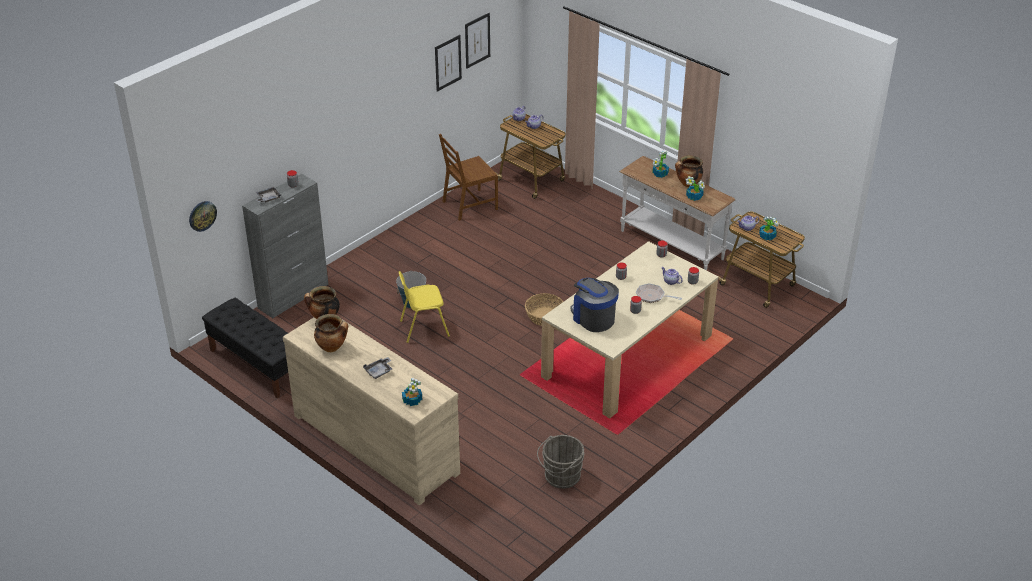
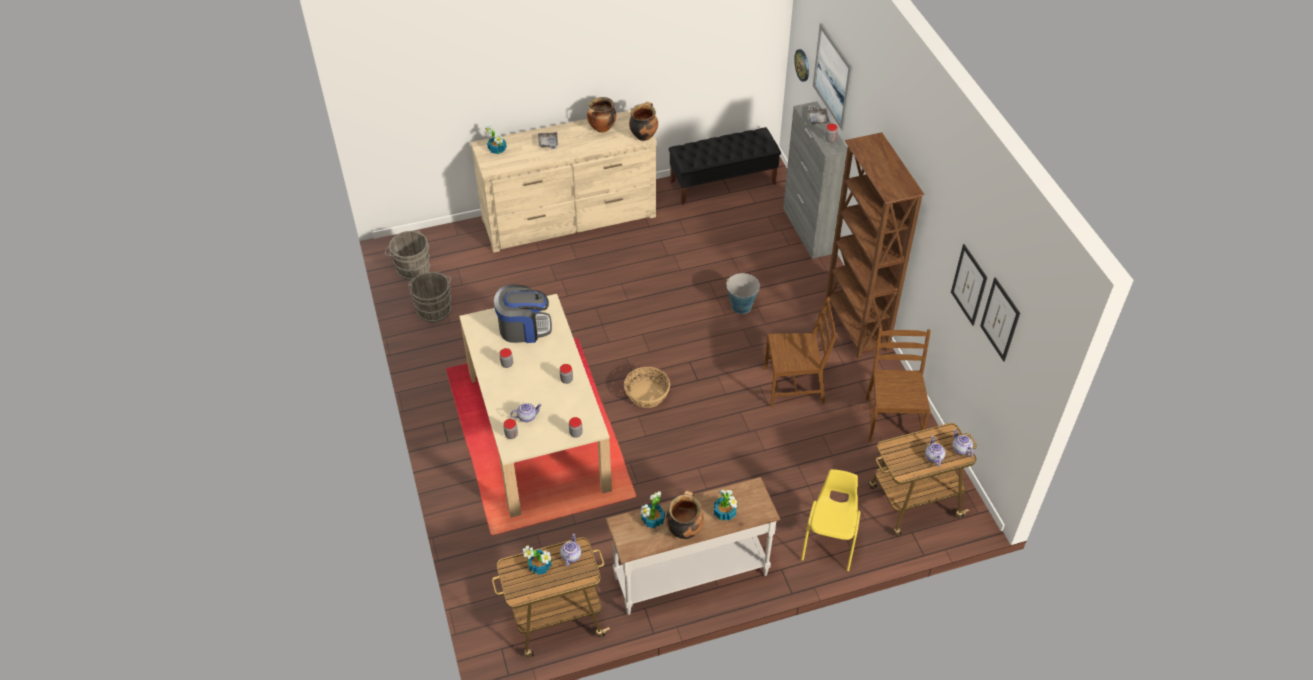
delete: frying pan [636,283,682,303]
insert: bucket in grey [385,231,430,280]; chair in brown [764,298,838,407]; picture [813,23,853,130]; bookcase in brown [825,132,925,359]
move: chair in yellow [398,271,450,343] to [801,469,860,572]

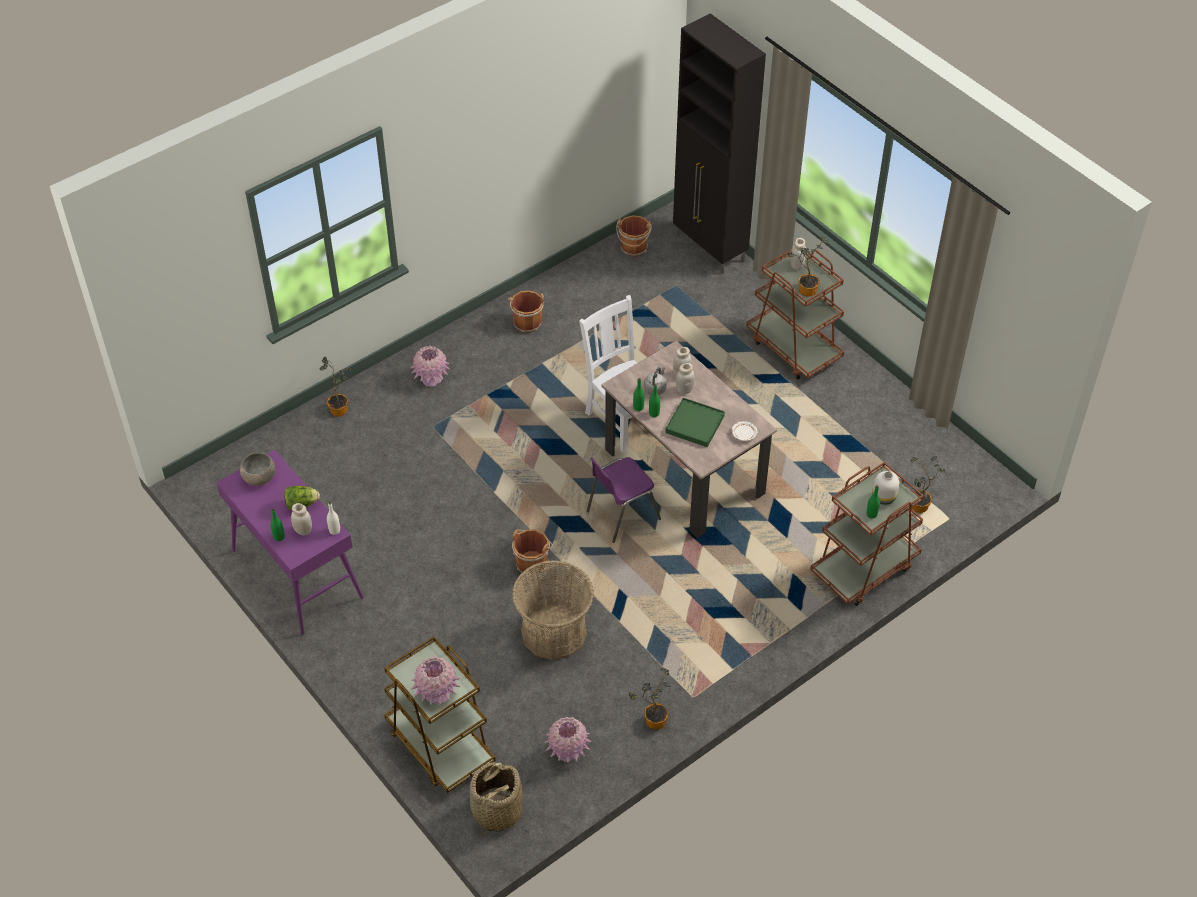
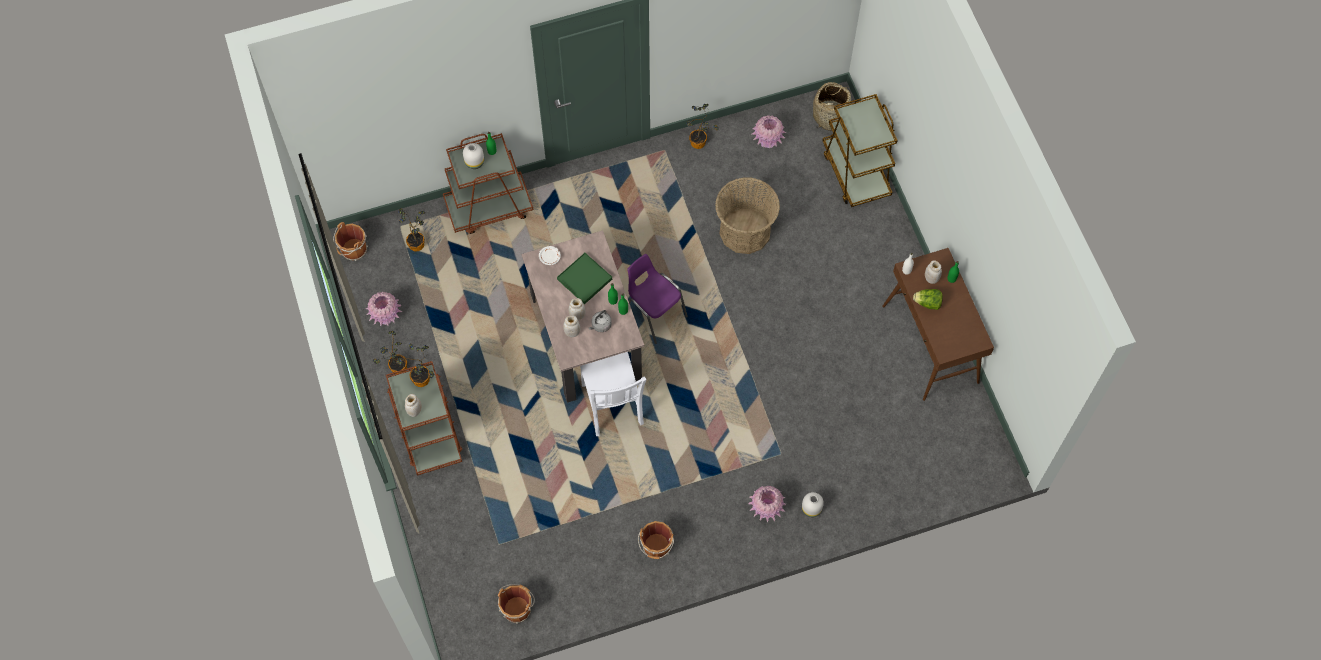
delete: bowl in grey [240,453,275,486]; cabinet in black [673,13,766,274]
insert: vase in white [802,492,824,517]
move: bucket in brown [512,529,553,576] to [333,222,368,261]; vase in pink [411,656,460,705] to [366,292,402,326]; potted plant [320,357,353,417] to [373,331,407,374]
recolor: console table in purple [216,450,364,635] to console table in brown [882,248,994,401]
rotate: chair in purple [587,457,661,543] = [627,254,688,344] 120 degrees counterclockwise

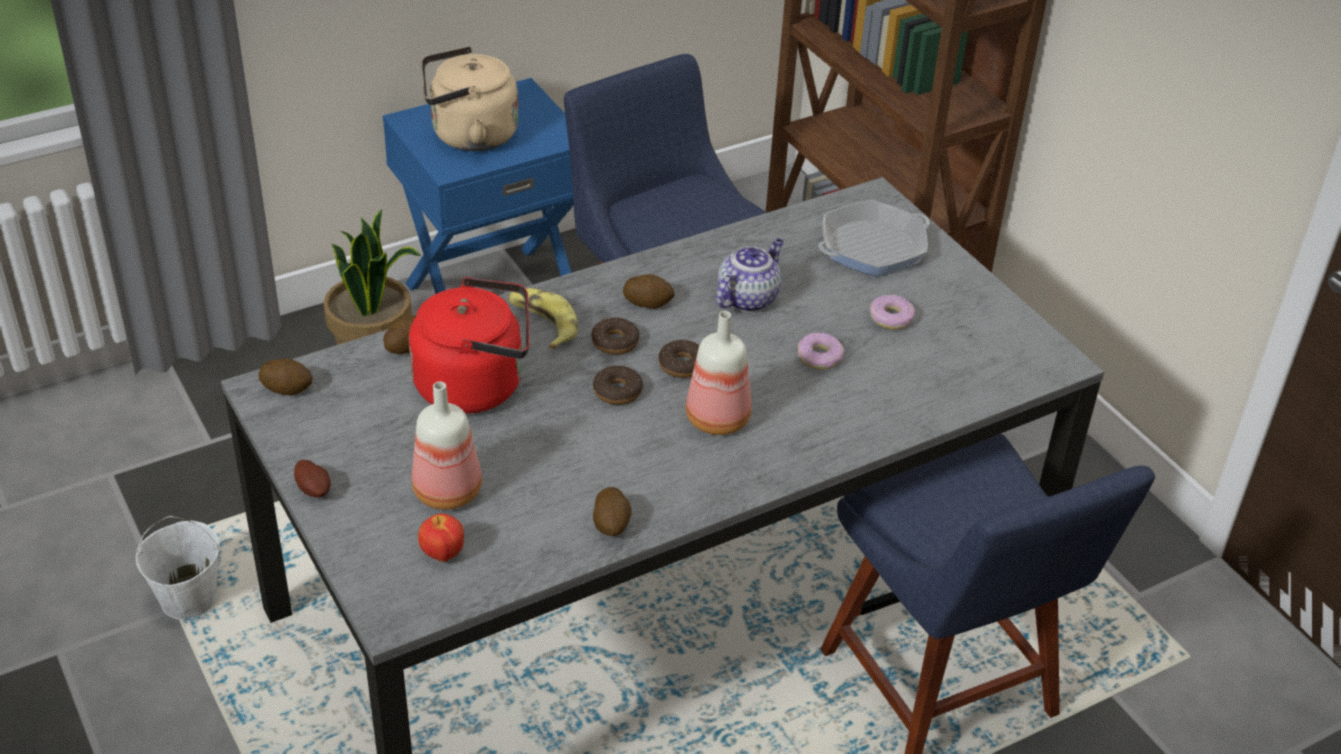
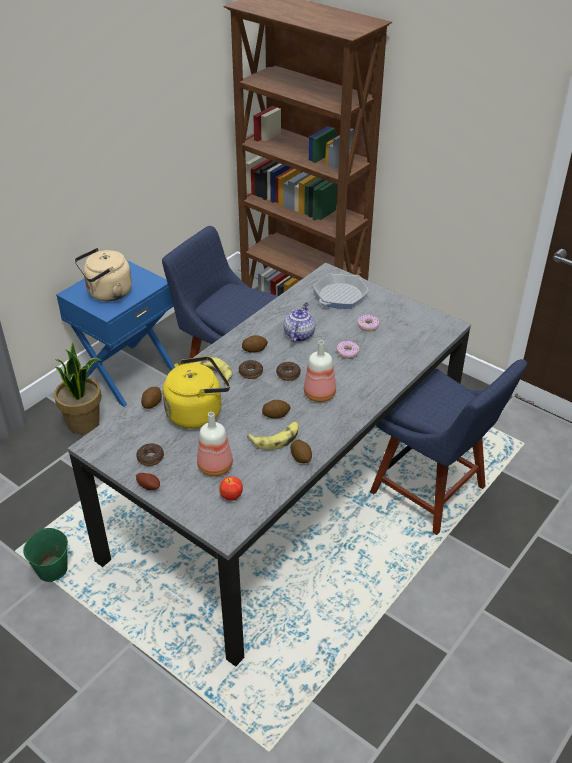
insert: banana [247,422,298,450]
move: donut [593,366,643,405] to [136,443,164,466]; potato [259,358,313,396] to [262,400,291,418]
recolor: bucket in white [136,516,220,620] to bucket in green [23,528,68,582]; kettle in red [409,277,529,414] to kettle in yellow [163,356,230,429]

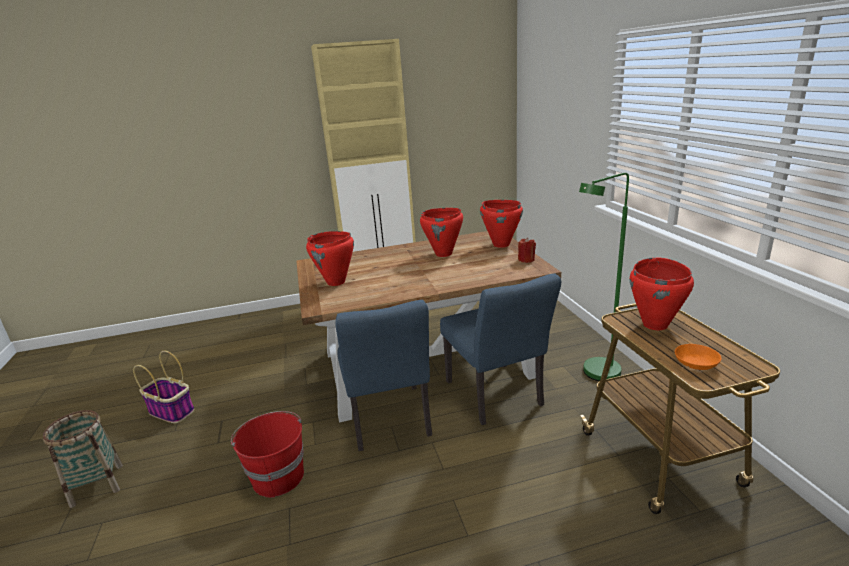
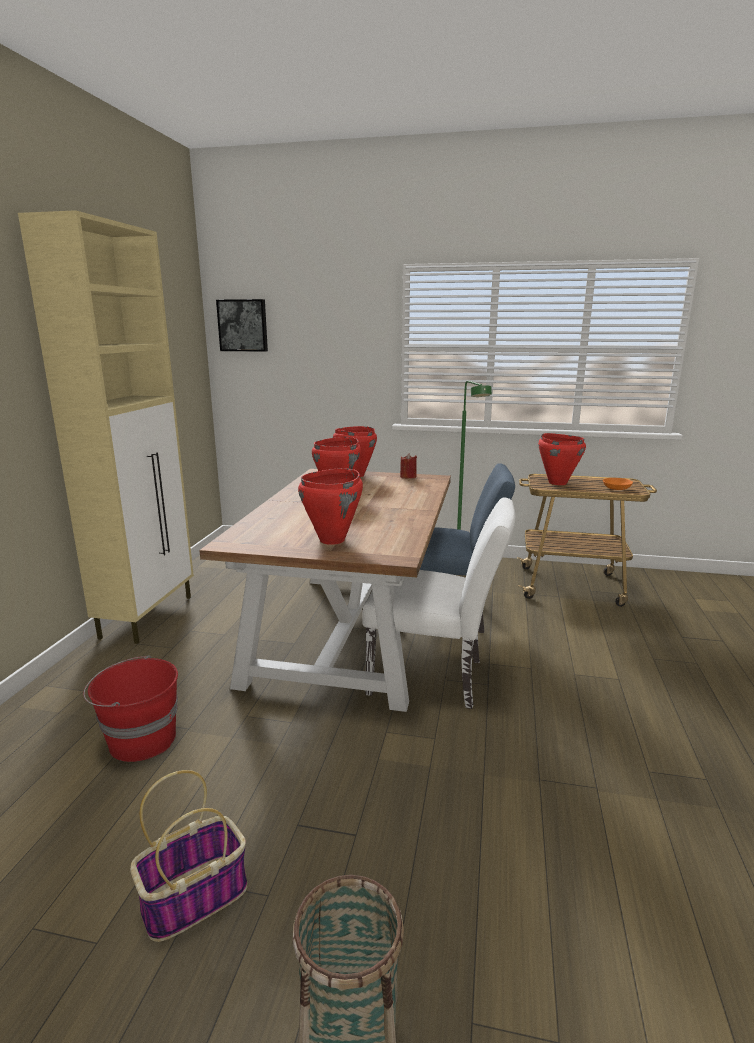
insert: picture [216,299,268,352]
move: bucket in red [231,411,304,498] to [83,655,178,762]
recolor: chair in blue [335,300,432,451] to chair in white [362,497,516,709]

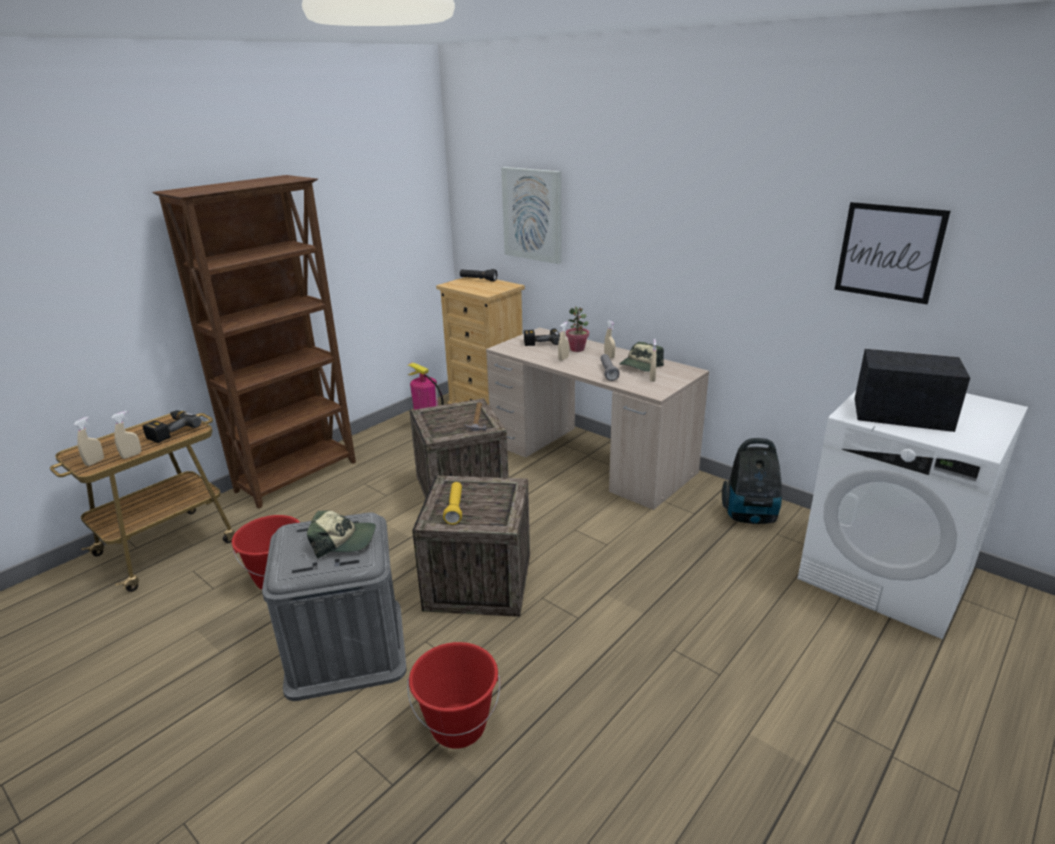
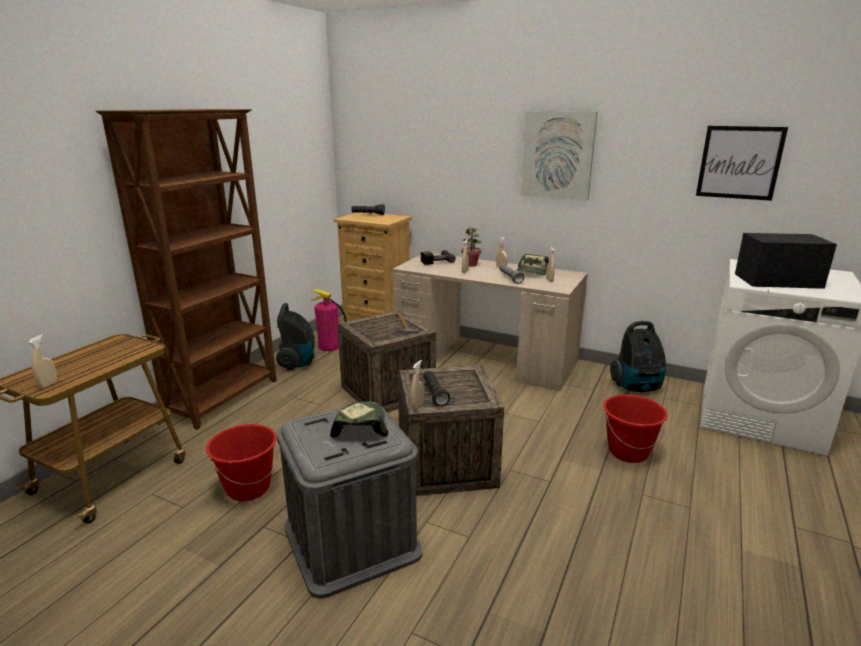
delete: power drill [143,410,202,443]
insert: vacuum cleaner [276,303,315,370]
move: spray bottle in beige [111,411,141,459] to [410,360,424,410]; picture [501,167,561,264] to [520,111,597,200]; bucket in red [407,642,500,749] to [603,394,668,463]
recolor: flashlight in yellow [443,482,462,525] to flashlight in black [423,371,450,406]
rotate: cap [307,511,376,558] = [330,401,388,438] 75 degrees counterclockwise

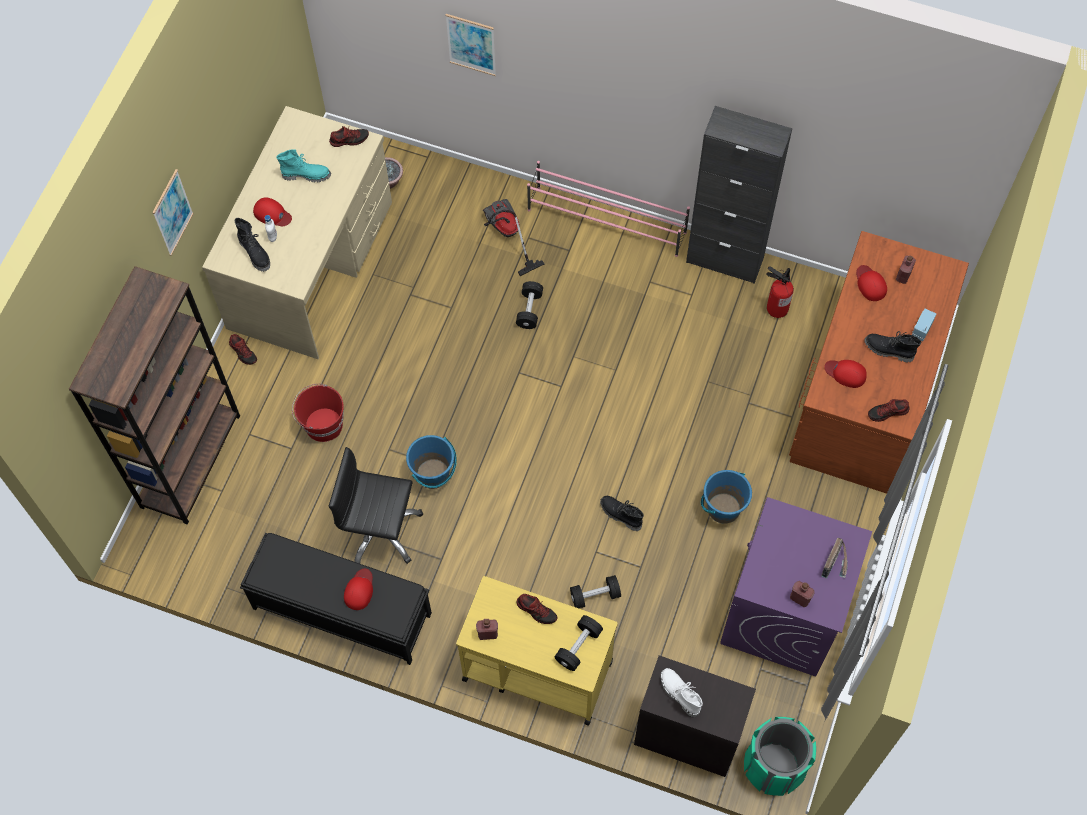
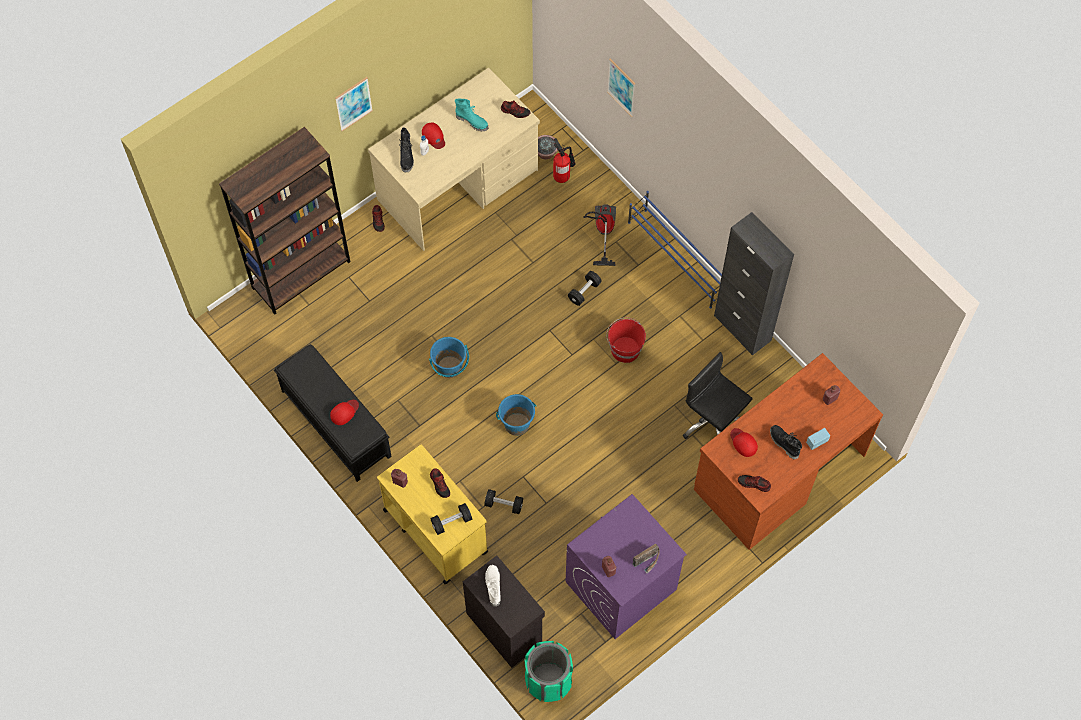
delete: boot in black [600,496,644,531]; cap in red [856,265,887,301]
move: bucket in blue [701,470,752,524] to [496,394,536,436]; fire extinguisher [766,266,794,318] to [553,138,575,183]; bucket in red [292,384,344,442] to [606,317,646,363]; office chair in black [329,447,423,564] to [682,352,753,439]
recolor: shoe rack in pink [527,161,690,257] to shoe rack in blue [628,191,722,308]

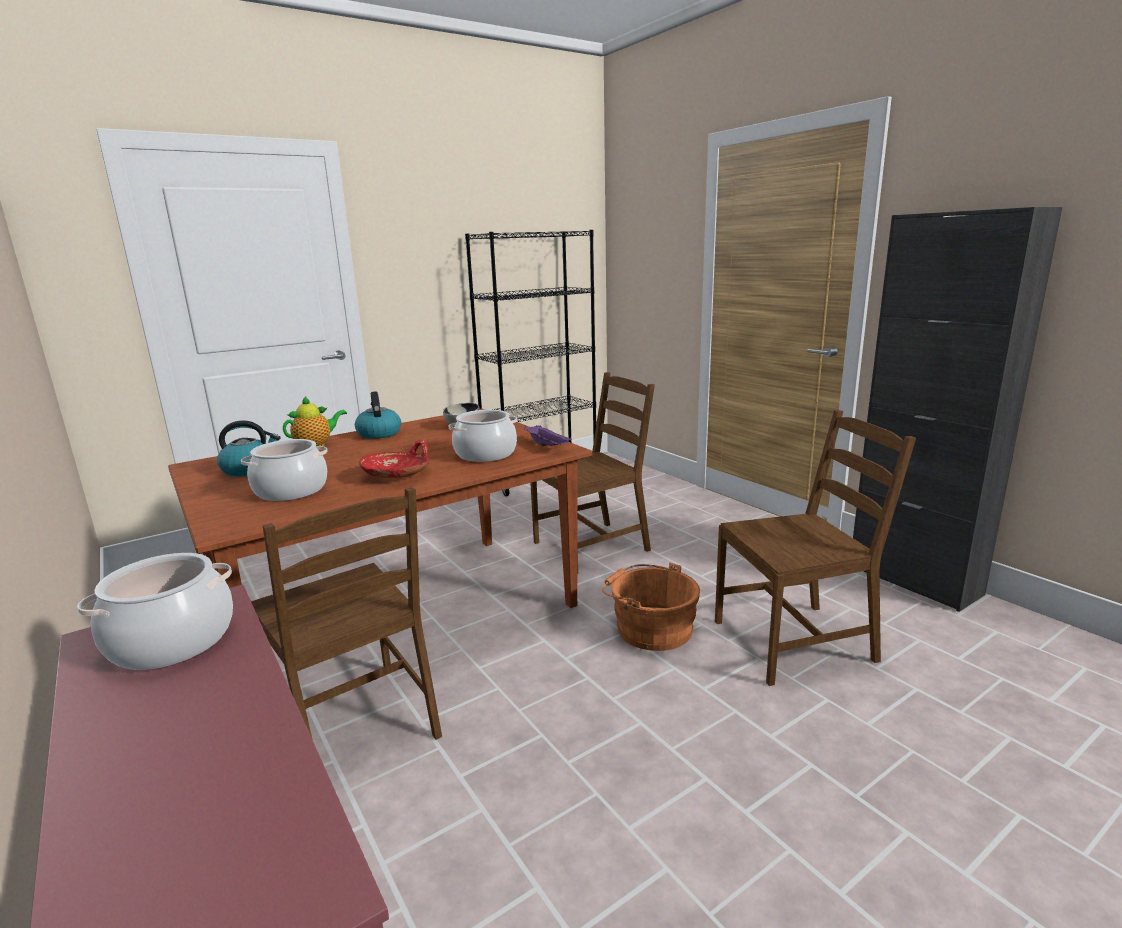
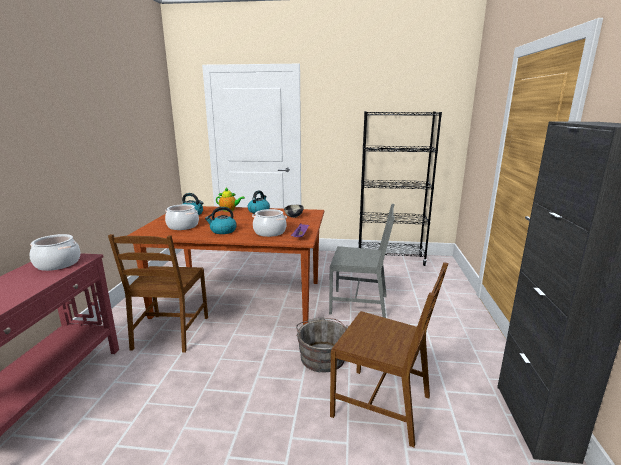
replace: bowl in red [359,440,430,478] to kettle [205,207,237,234]
recolor: bucket in orange [602,563,700,651] to bucket in grey [296,317,348,372]; chair in brown [530,372,655,574] to chair in grey [329,204,395,318]

